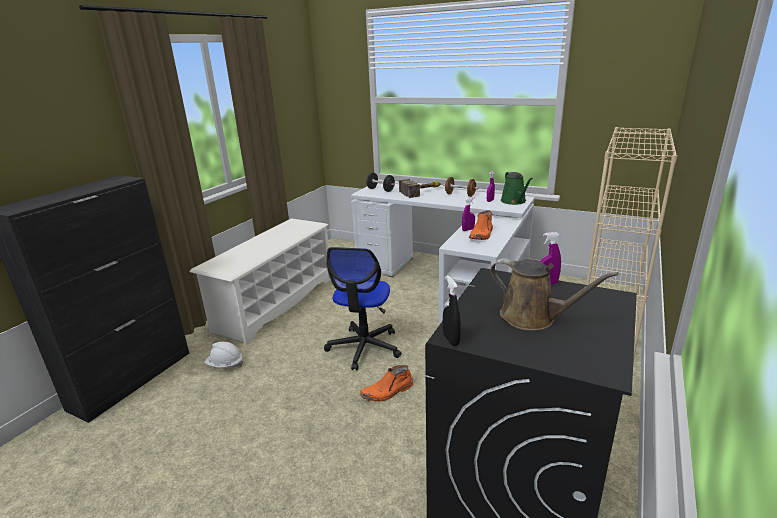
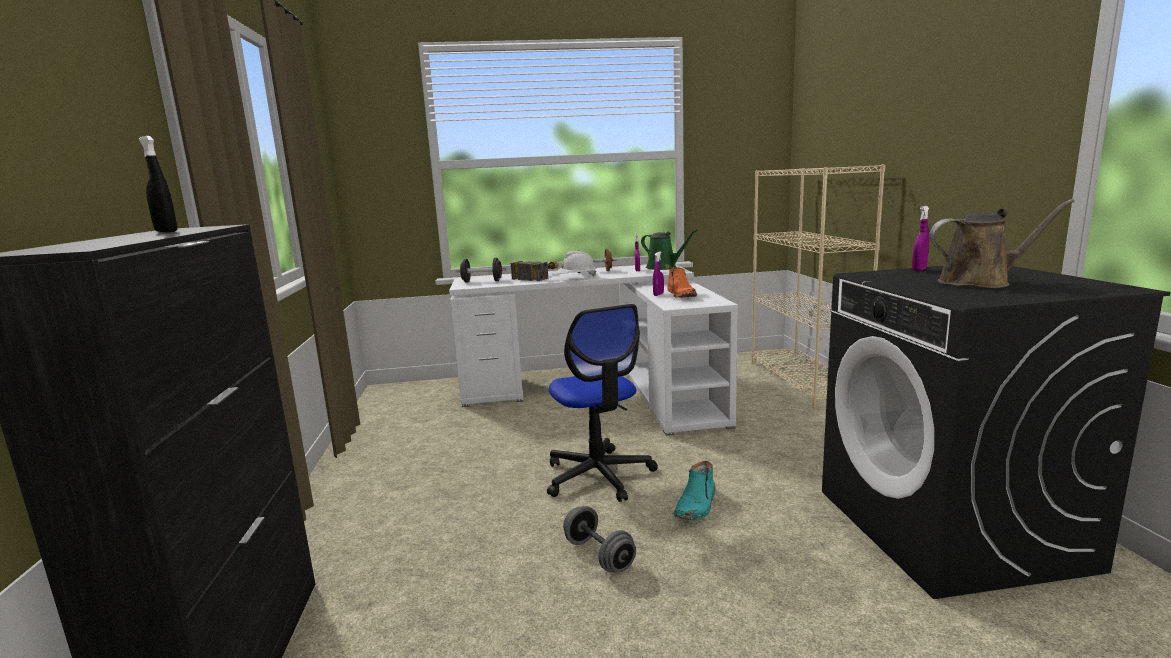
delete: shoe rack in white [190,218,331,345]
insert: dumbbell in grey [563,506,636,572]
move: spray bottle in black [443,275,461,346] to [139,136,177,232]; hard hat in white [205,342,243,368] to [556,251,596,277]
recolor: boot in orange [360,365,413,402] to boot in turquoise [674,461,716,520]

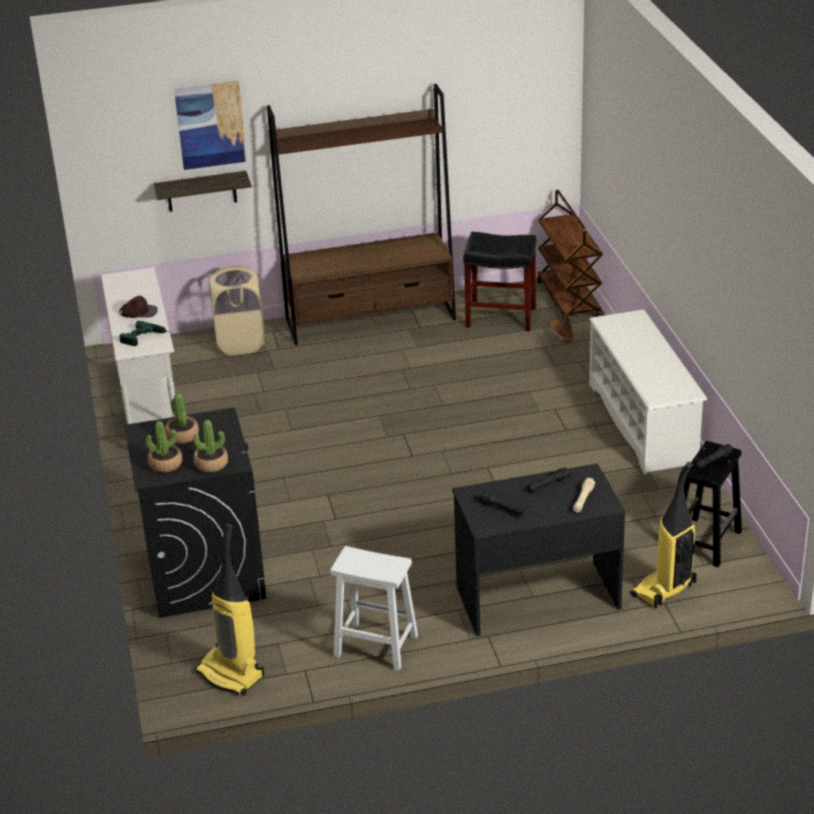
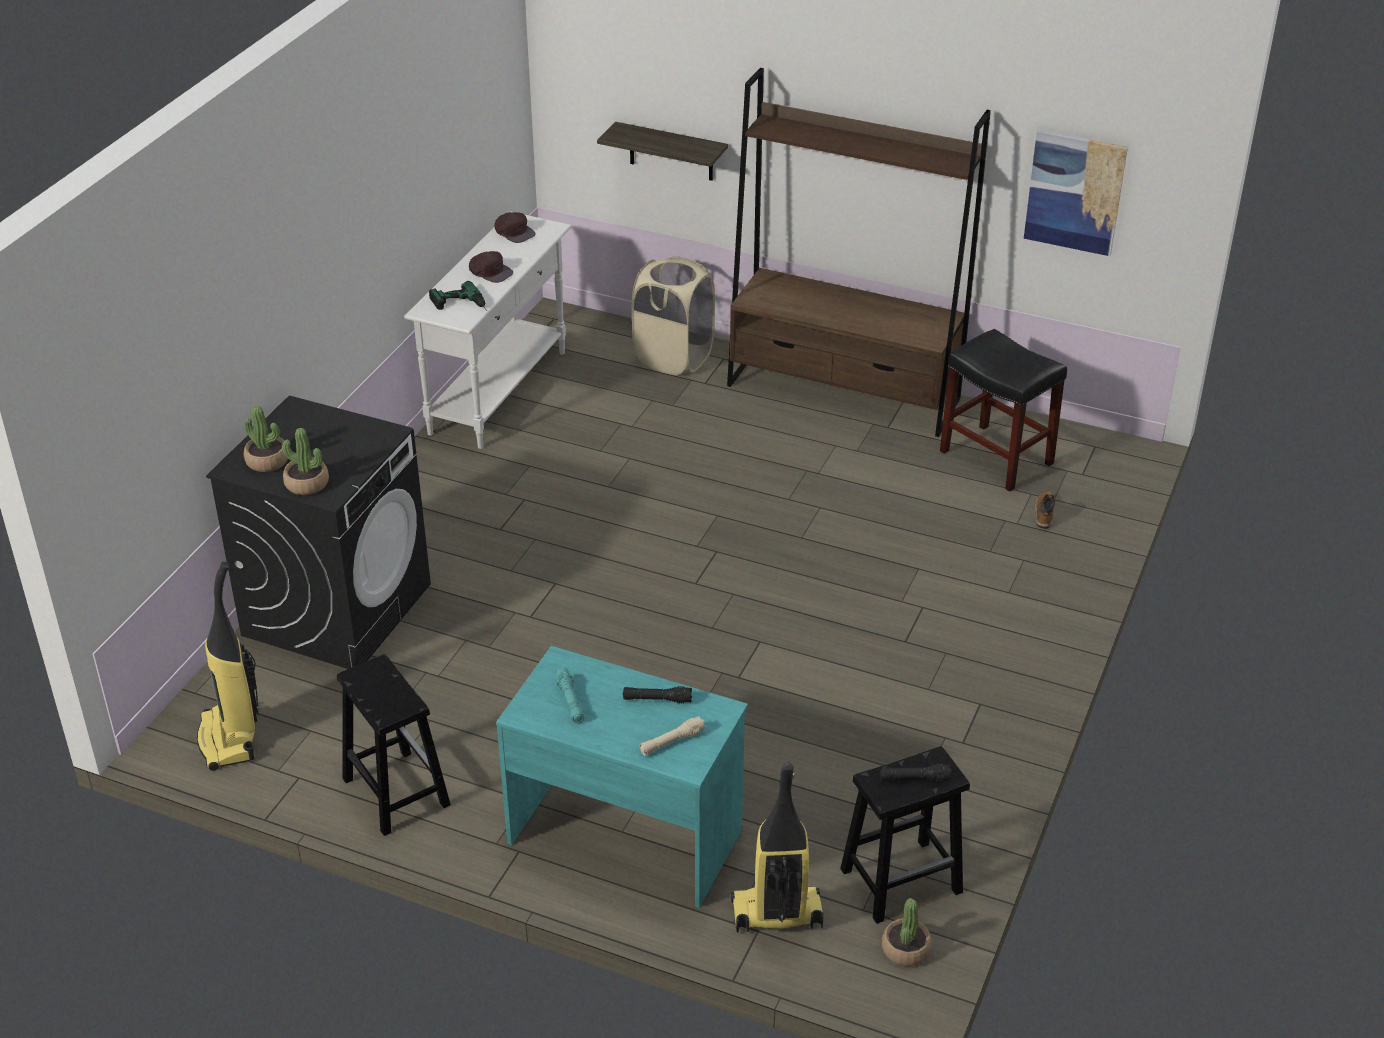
delete: cart in brown [537,190,603,321]; shoe rack in white [589,309,707,475]
insert: cap in brown [494,212,536,243]
move: potted plant [165,393,199,444] to [882,898,932,966]; picture [174,81,247,170] to [1024,130,1128,256]
recolor: stool in white [330,546,418,671] to stool in black [337,654,451,836]; desk in black [452,463,626,636] to desk in turquoise [496,646,748,908]; flashlight in black [479,491,524,516] to flashlight in turquoise [555,668,584,723]

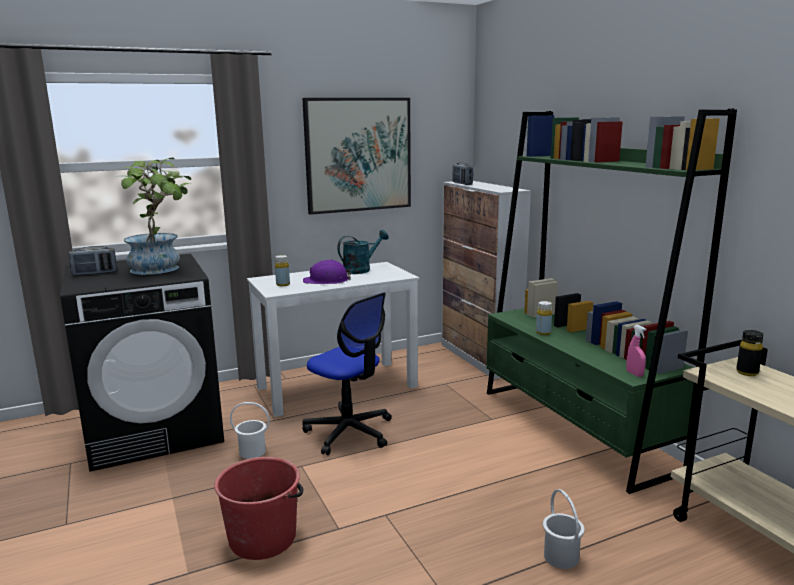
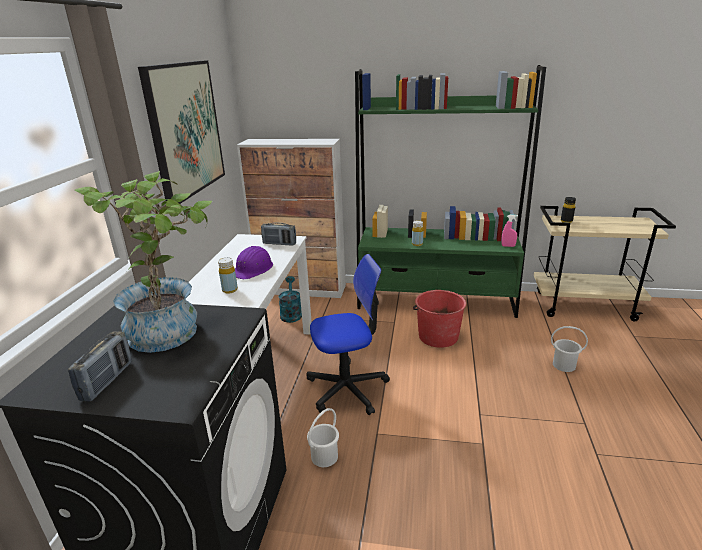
move: radio [452,162,473,185] to [261,223,296,246]; watering can in turquoise [337,230,389,274] to [279,276,302,323]; bucket in red [214,457,304,560] to [413,290,466,348]

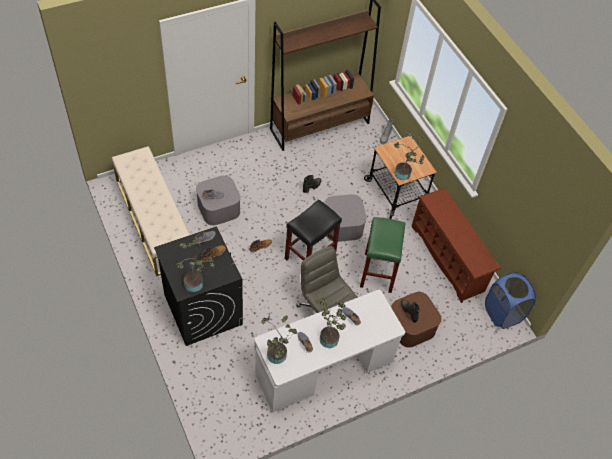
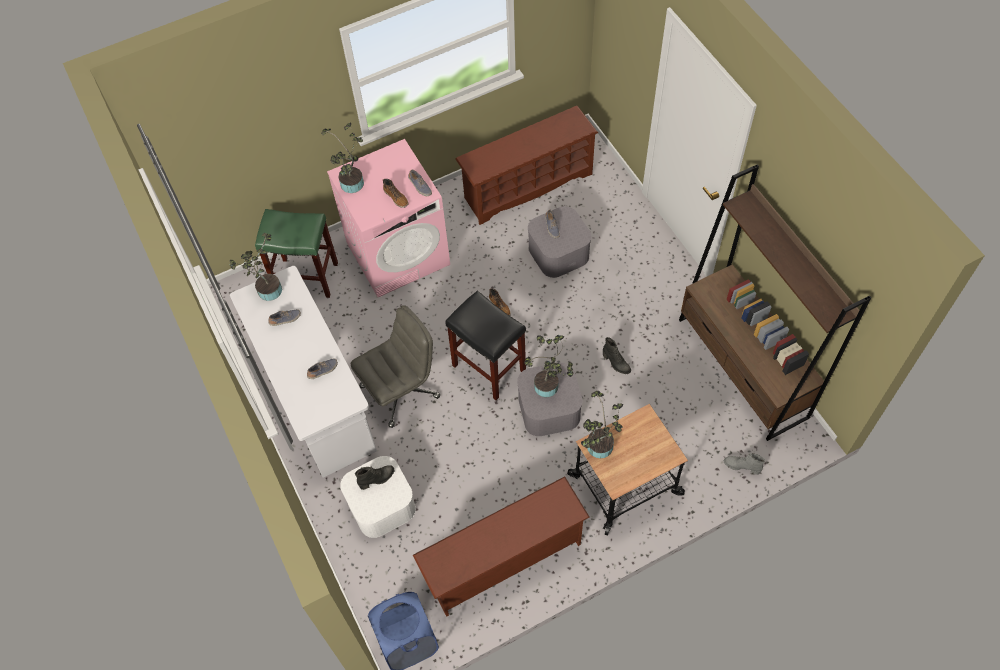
move: stool in green [360,217,405,293] to [255,209,338,298]; potted plant [320,298,347,348] to [524,335,573,397]
replace: bench in beige [112,146,190,276] to shoe rack in brown [455,106,598,225]
recolor: washing machine in black [154,226,243,346] to washing machine in pink [327,139,450,297]; storage box in brown [391,292,441,347] to storage box in white [340,456,416,538]

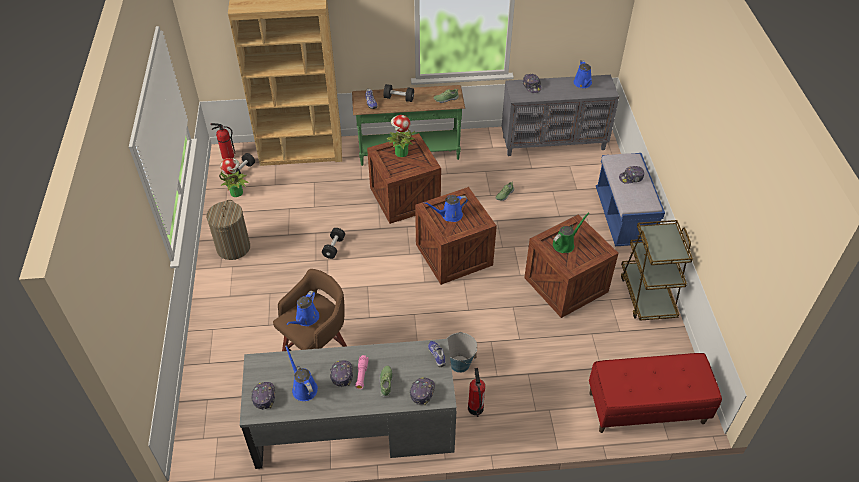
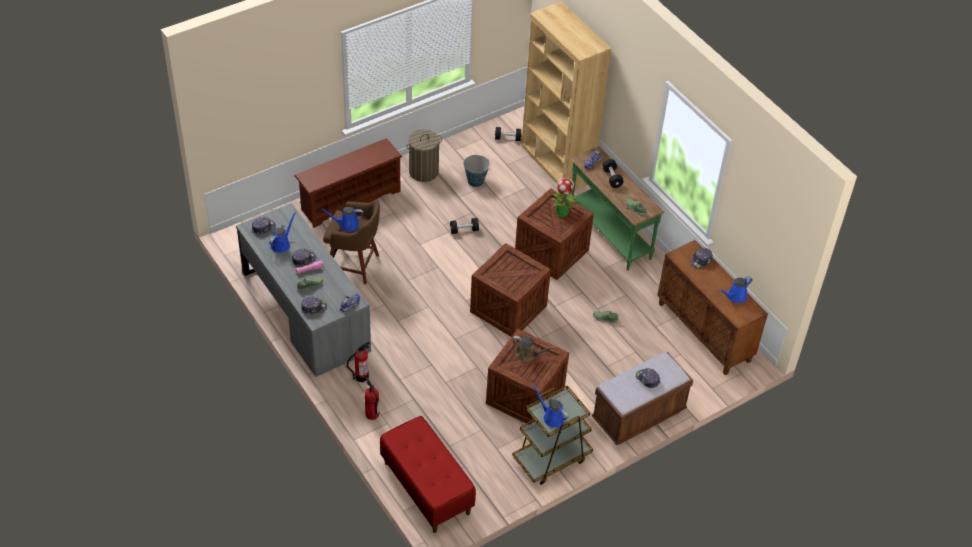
delete: potted plant [219,158,249,197]
insert: shoe rack in brown [295,138,402,228]
move: fire extinguisher [210,123,236,160] to [365,377,379,420]; bucket [447,332,477,373] to [464,155,490,187]; watering can in blue [424,195,468,222] to [533,385,569,428]
recolor: watering can in green [553,213,589,253] to watering can in brown [512,336,555,362]; bench in blue [596,153,665,246] to bench in brown [592,352,693,445]; cabinet in grey [502,75,619,156] to cabinet in brown [657,240,768,375]

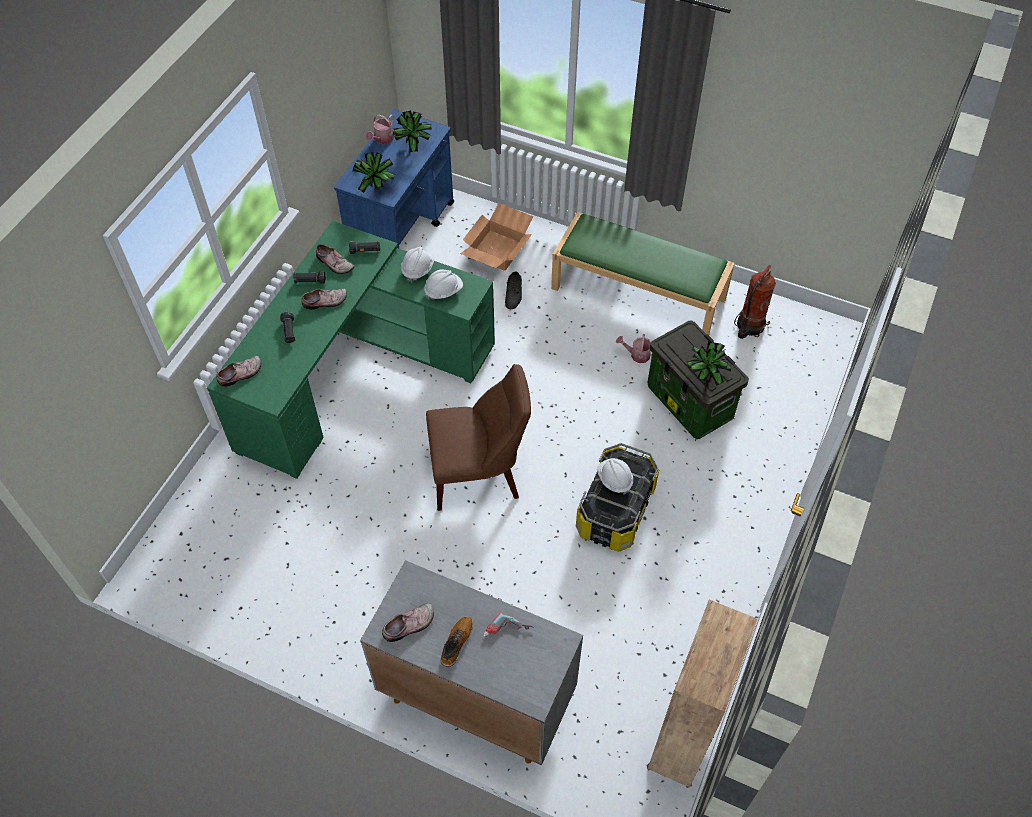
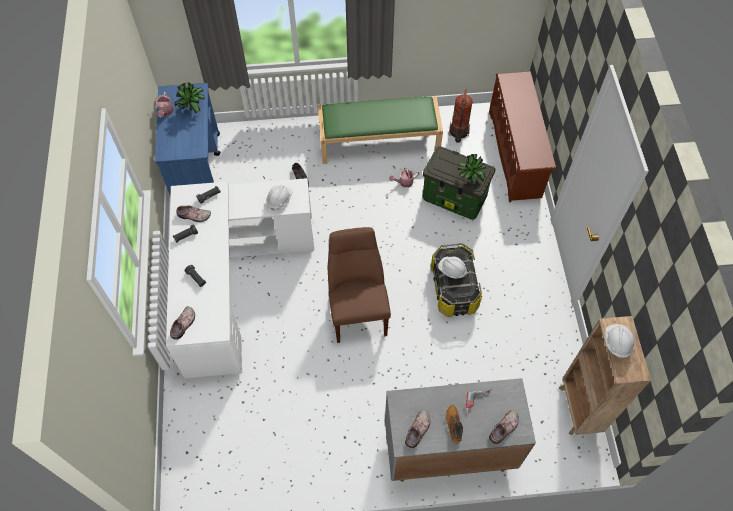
delete: potted plant [352,152,395,193]; cardboard box [460,203,534,271]
insert: shoe rack in brown [489,71,556,202]
move: shoe [301,288,347,310] to [489,410,519,444]; hard hat in white [401,247,435,282] to [605,324,635,359]
recolor: desk in green [207,221,495,479] to desk in white [166,178,314,379]
rotate: chair in brown [426,364,531,511] = [328,227,391,343] 60 degrees counterclockwise

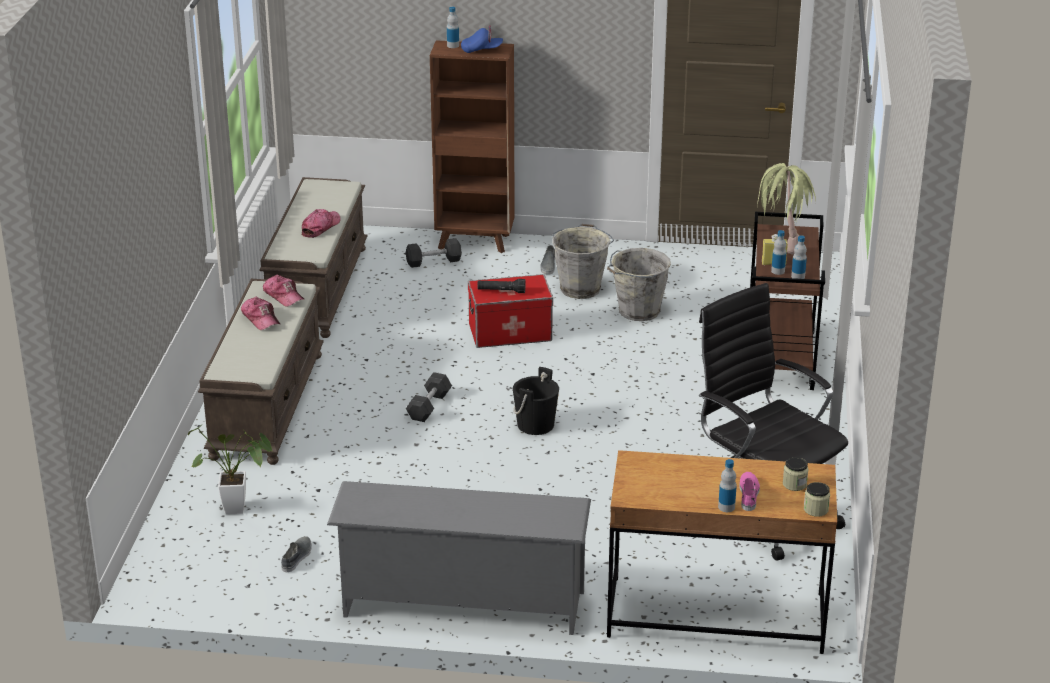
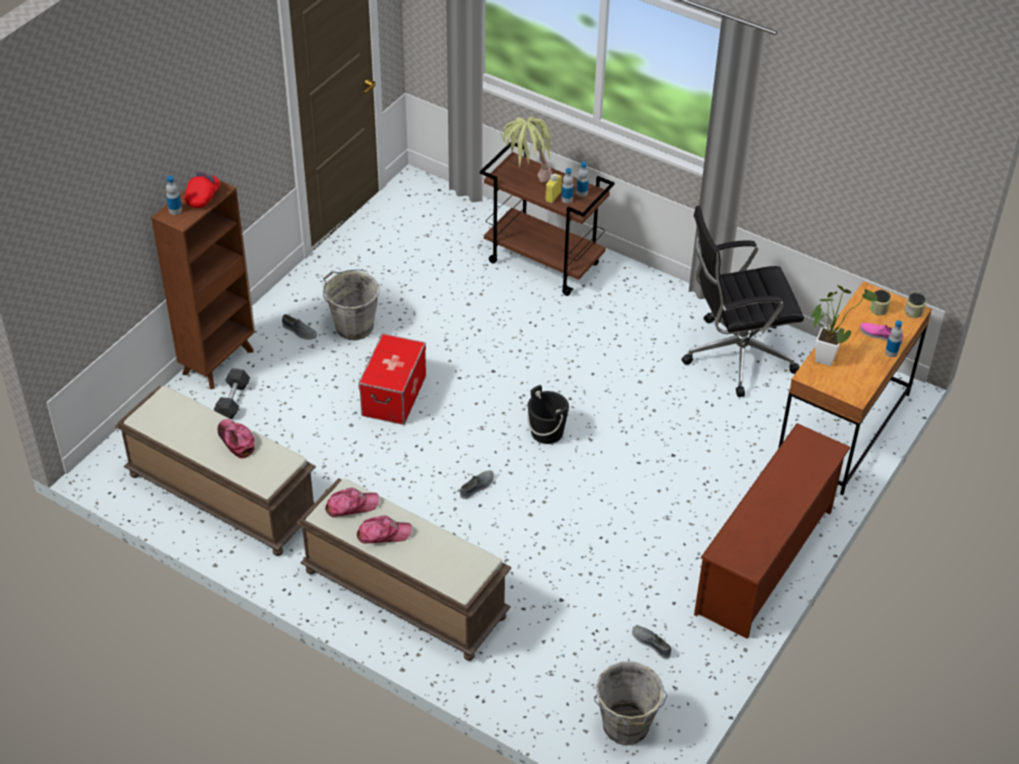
delete: flashlight in black [477,279,525,293]
move: bucket in grey [607,248,671,321] to [594,661,667,745]; potted plant [188,425,273,514] to [811,285,878,366]
replace: dumbbell in grey [406,372,452,422] to shoe in grey [460,470,494,499]
recolor: cap in blue [461,25,503,53] to cap in red [184,171,220,208]; shoe rack in grey [327,481,591,635] to shoe rack in brown [694,423,851,639]

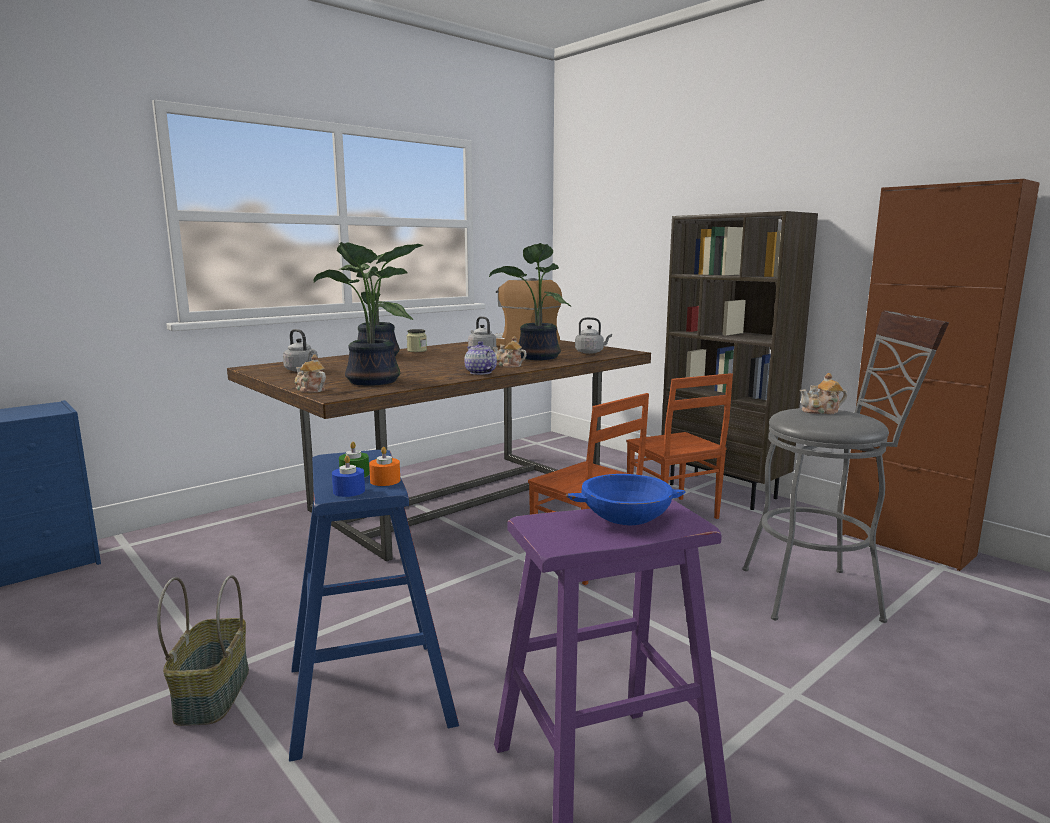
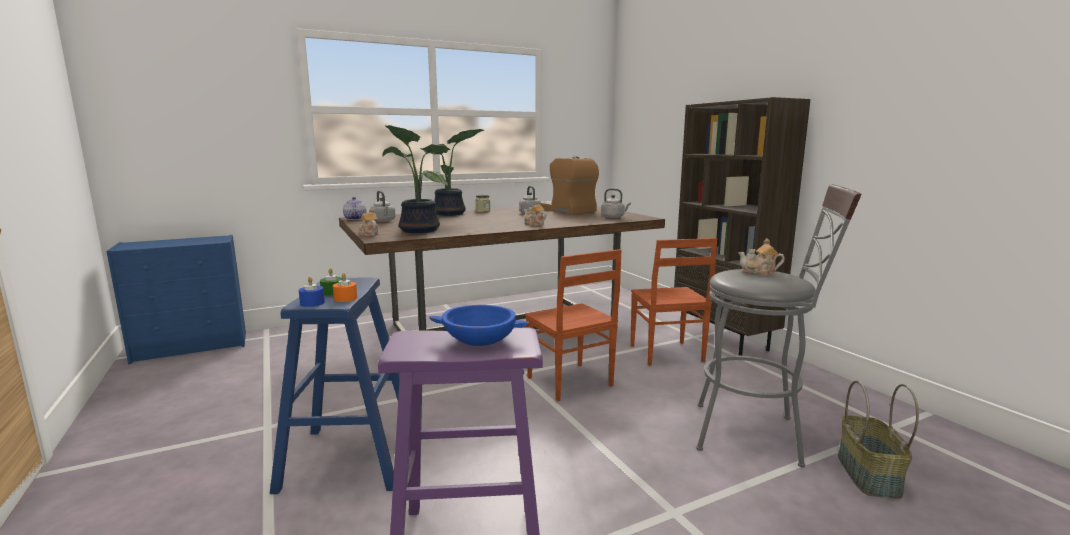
delete: potted plant [489,243,571,360]; cabinet in brown [842,179,1040,571]
move: teapot [464,341,497,375] to [343,197,367,220]; basket [157,575,249,726] to [838,381,919,499]

